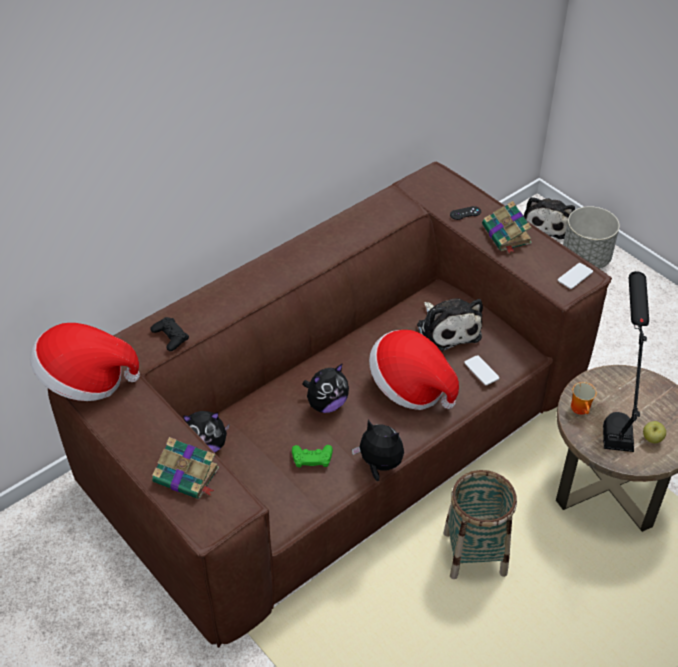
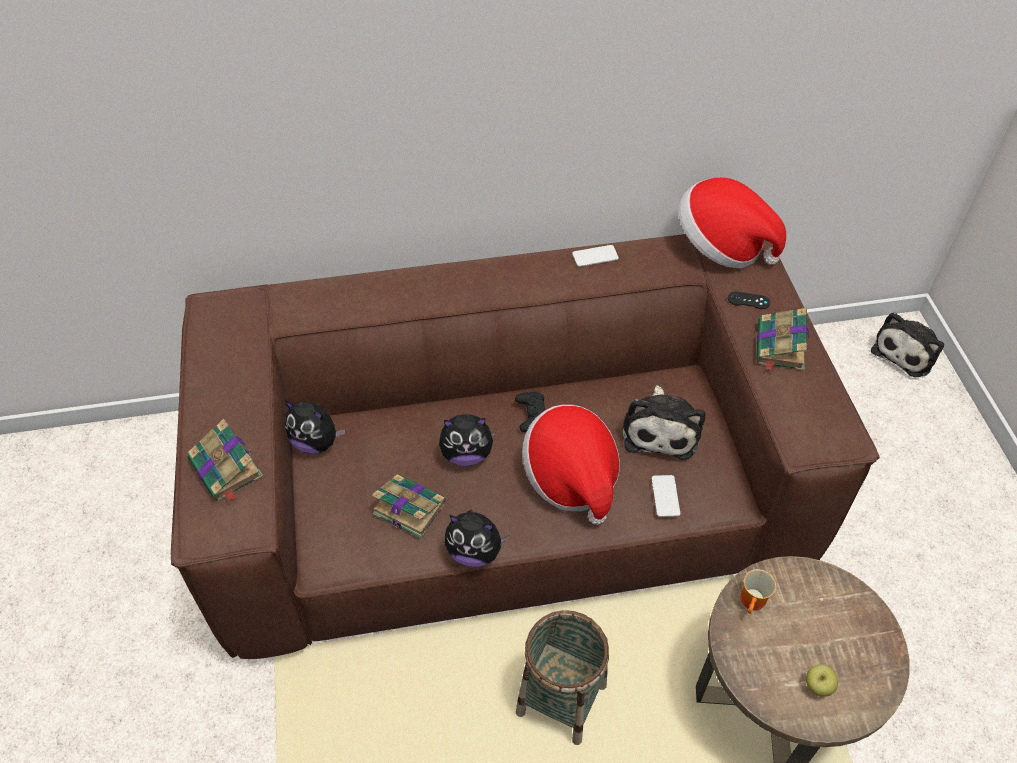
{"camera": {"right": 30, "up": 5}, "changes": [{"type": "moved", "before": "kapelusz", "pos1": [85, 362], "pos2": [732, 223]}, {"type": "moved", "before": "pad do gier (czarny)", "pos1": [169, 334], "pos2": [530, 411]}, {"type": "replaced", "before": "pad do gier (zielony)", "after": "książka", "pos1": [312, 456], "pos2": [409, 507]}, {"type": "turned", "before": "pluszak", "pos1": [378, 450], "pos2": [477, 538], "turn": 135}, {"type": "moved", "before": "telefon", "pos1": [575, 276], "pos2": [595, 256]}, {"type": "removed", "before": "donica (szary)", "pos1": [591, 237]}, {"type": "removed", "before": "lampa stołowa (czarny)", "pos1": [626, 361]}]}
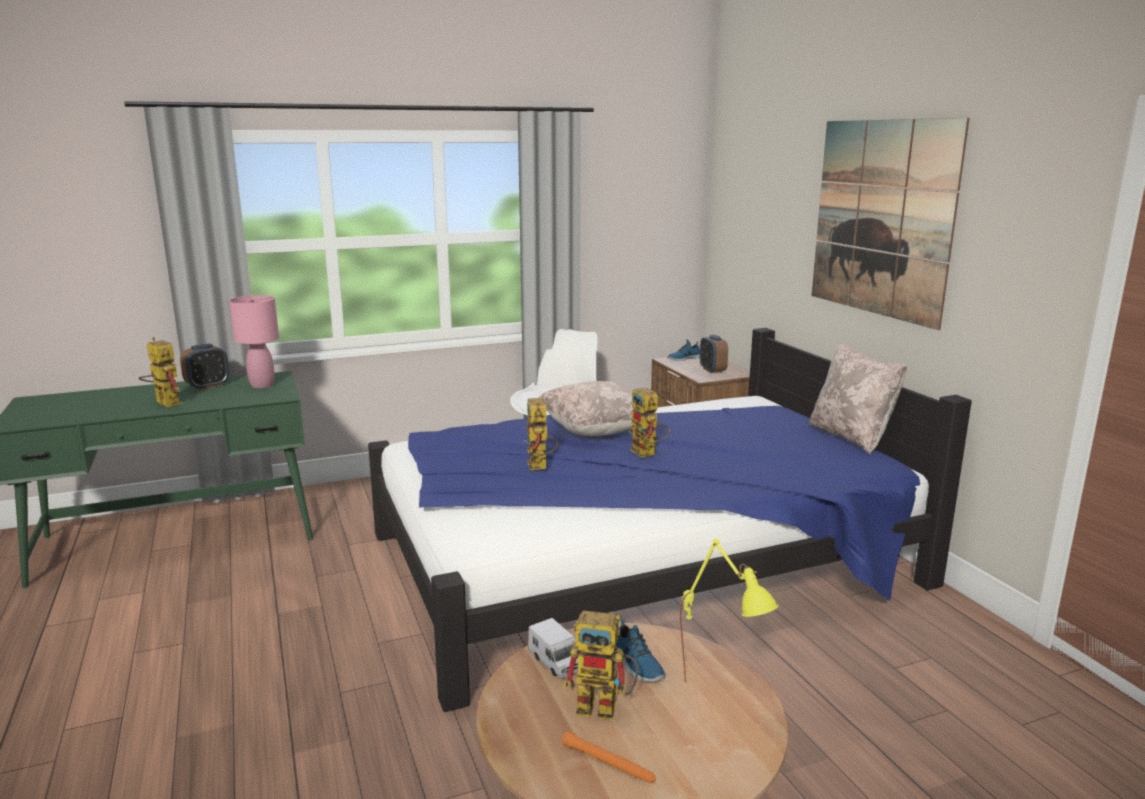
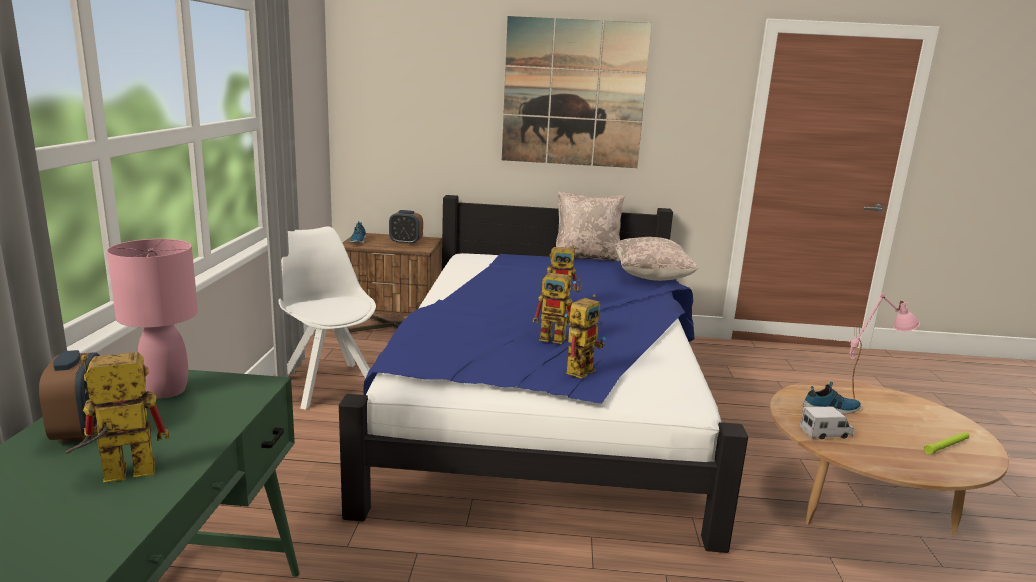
{"camera": {"right": -65, "up": 0}, "changes": [{"type": "moved", "before": "poduszka (beżowy)", "pos1": [596, 408], "pos2": [657, 259]}, {"type": "recoloured", "before": "latarka (pomarańczowy)", "after": "latarka (zielony)", "pos1": [609, 757], "pos2": [946, 443]}, {"type": "moved", "before": "robot zabawkowy", "pos1": [601, 665], "pos2": [586, 336]}, {"type": "recoloured", "before": "lampa stołowa (żółty)", "after": "lampa stołowa (różowy)", "pos1": [729, 610], "pos2": [885, 346]}]}
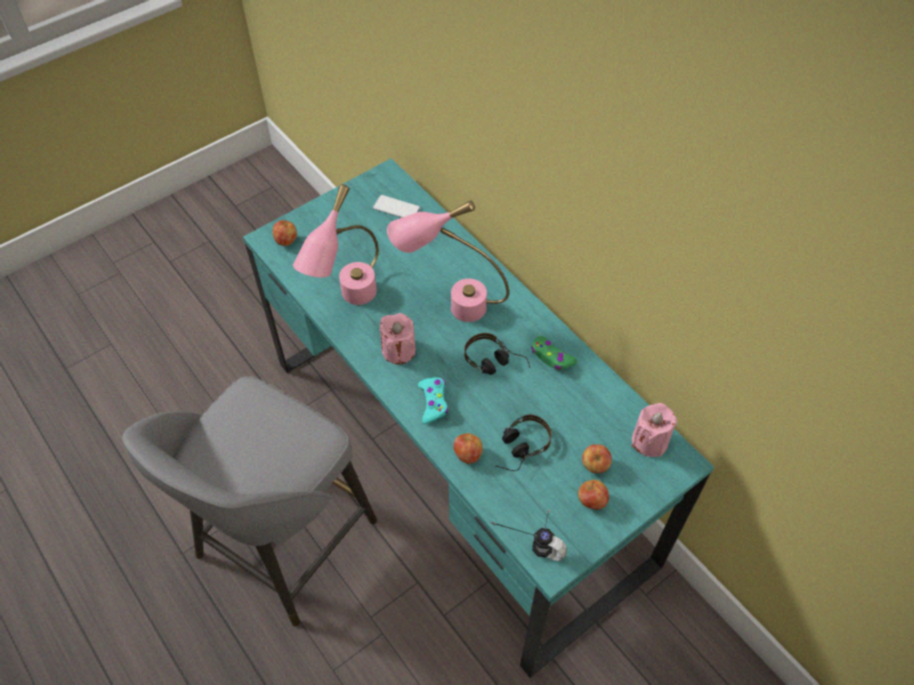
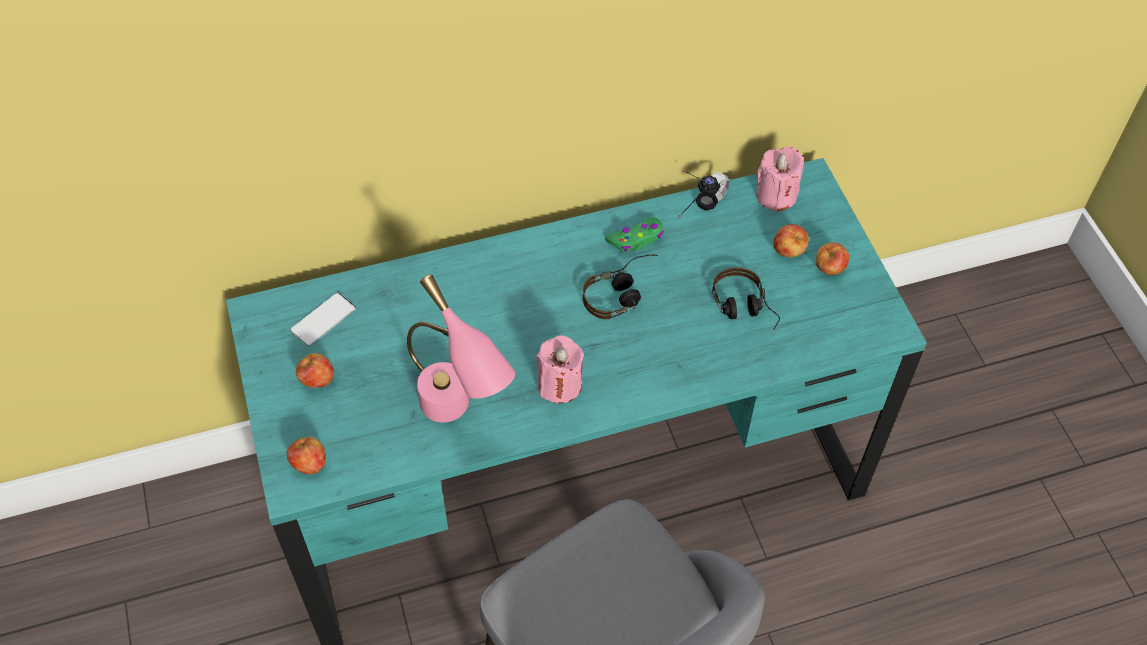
{"camera": {"right": -70, "up": 0}, "changes": [{"type": "removed", "before": "lampa stołowa (różowy)", "pos1": [448, 261]}, {"type": "removed", "before": "pad do gier (turkusowy)", "pos1": [433, 400]}, {"type": "moved", "before": "jabłko", "pos1": [468, 448], "pos2": [315, 370]}, {"type": "moved", "before": "słuchawki", "pos1": [529, 535], "pos2": [703, 194]}]}
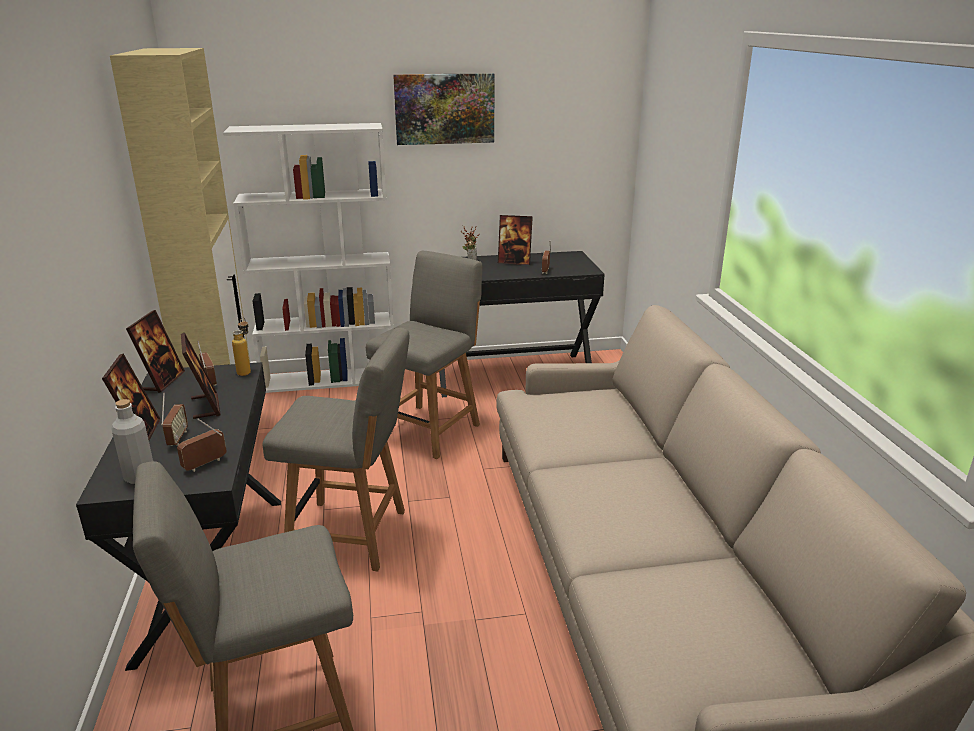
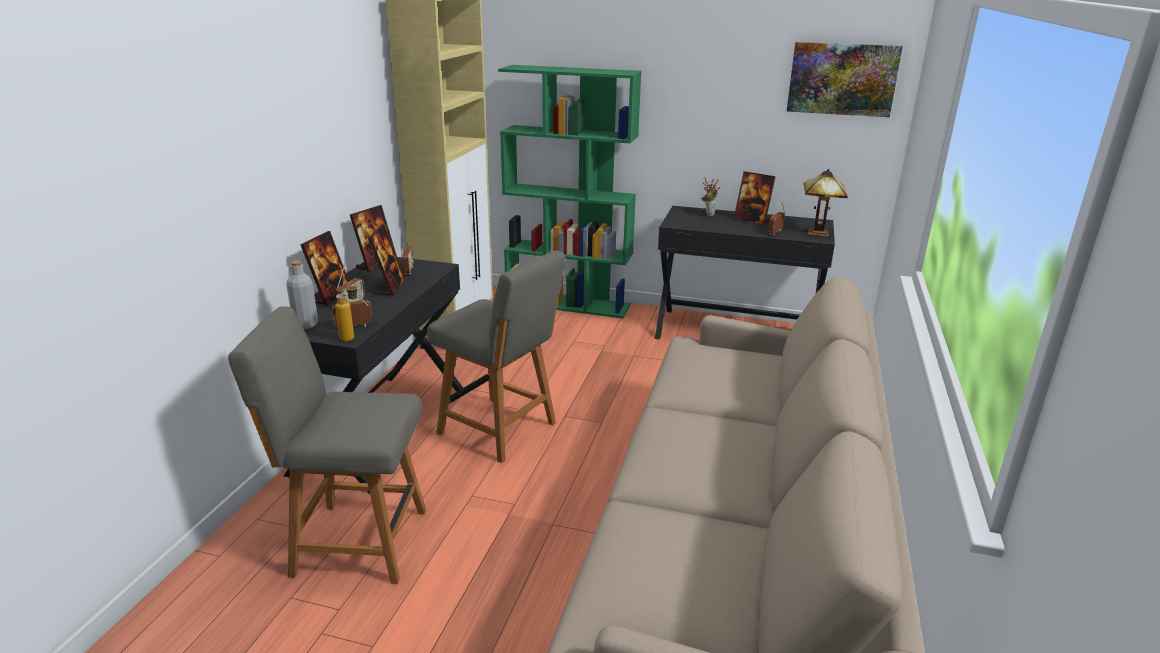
{"camera": {"right": 25, "up": 0}, "changes": [{"type": "recoloured", "before": "regał (biały)", "after": "regał (zielony)", "pos1": [308, 258], "pos2": [569, 192]}, {"type": "moved", "before": "butelka", "pos1": [241, 346], "pos2": [346, 311]}, {"type": "removed", "before": "krzesło (szary)", "pos1": [424, 355]}, {"type": "moved", "before": "obraz", "pos1": [444, 109], "pos2": [845, 79]}, {"type": "added", "after": "lampa stołowa", "pos2": [826, 203]}]}
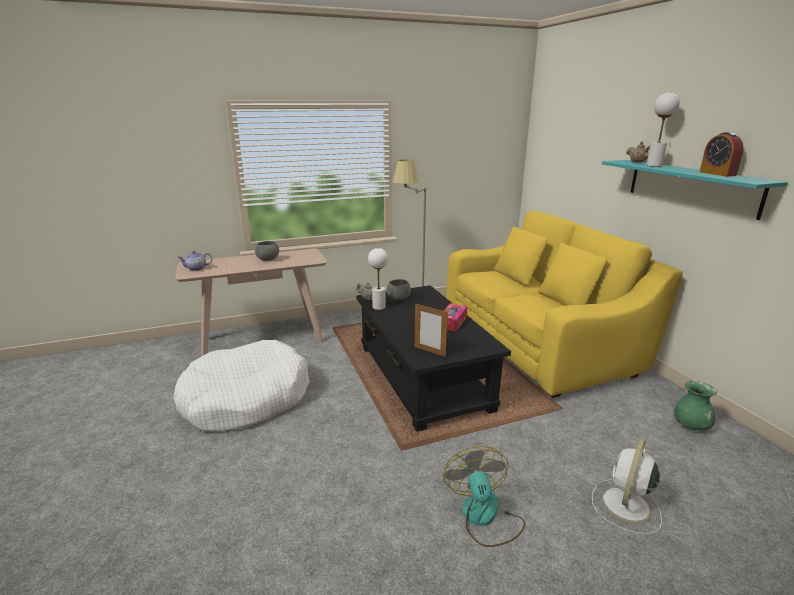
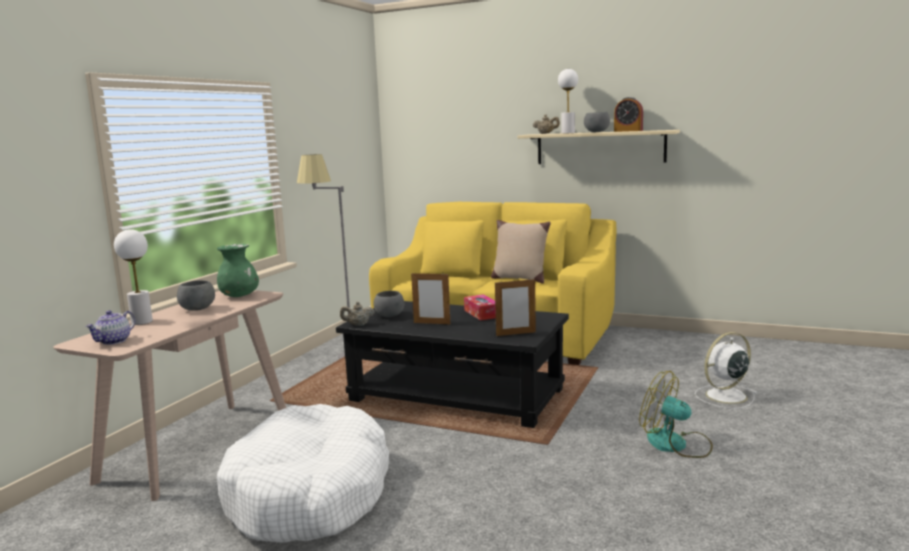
{"camera": {"right": -45, "up": -10}, "changes": [{"type": "moved", "before": "lampa stołowa (biały)", "pos1": [378, 279], "pos2": [133, 277]}, {"type": "turned", "before": "wentylator (biały)", "pos1": [627, 486], "pos2": [726, 370], "turn": 75}, {"type": "recoloured", "before": "półka (turkusowy)", "after": "półka (beżowy)", "pos1": [695, 190], "pos2": [599, 147]}, {"type": "moved", "before": "wazon (zielony)", "pos1": [695, 405], "pos2": [238, 270]}, {"type": "added", "after": "ramka na zdjęcie", "pos2": [430, 298]}, {"type": "added", "after": "poduszka (beżowy)", "pos2": [521, 252]}, {"type": "added", "after": "miska (szary)", "pos2": [597, 122]}]}
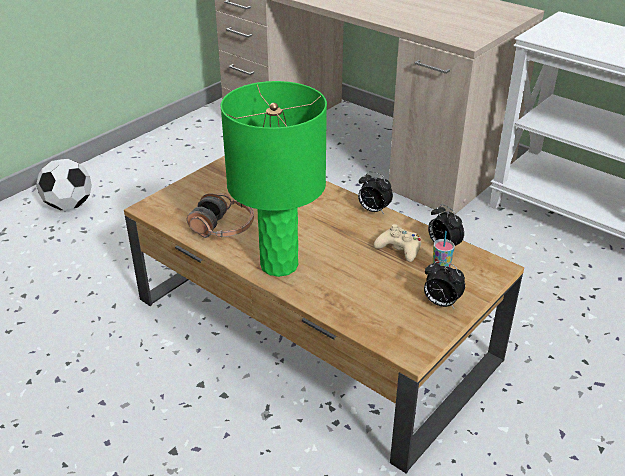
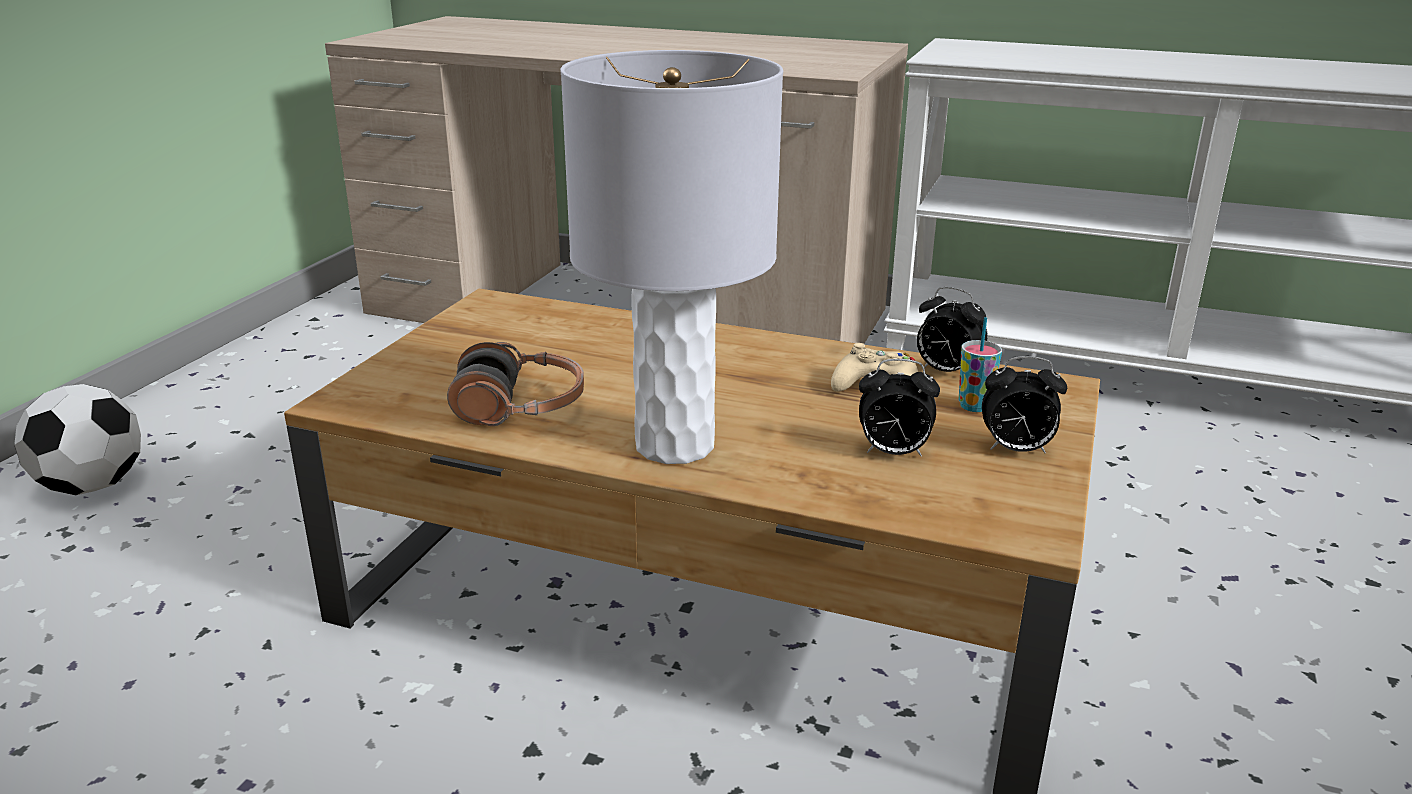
{"camera": {"right": -20, "up": -10}, "changes": [{"type": "recoloured", "before": "lampa stołowa (zielony)", "after": "lampa stołowa (szary)", "pos1": [274, 179], "pos2": [671, 257]}, {"type": "moved", "before": "budzik", "pos1": [375, 192], "pos2": [899, 408]}]}
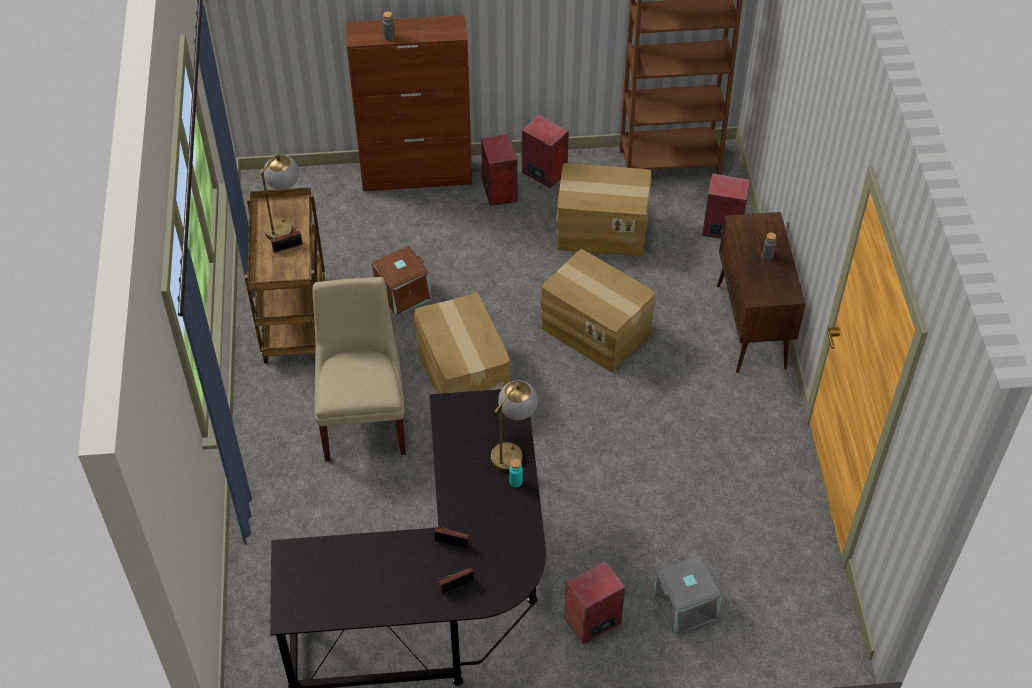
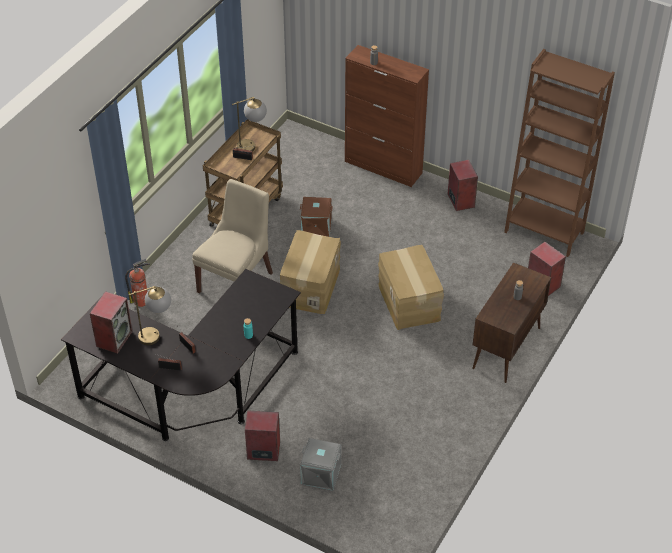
{"camera": {"right": 35, "up": -5}, "changes": [{"type": "moved", "before": "głośnik", "pos1": [499, 170], "pos2": [111, 322]}, {"type": "moved", "before": "lampa stołowa", "pos1": [514, 426], "pos2": [149, 315]}, {"type": "removed", "before": "karton", "pos1": [604, 210]}, {"type": "added", "after": "gaśnica", "pos2": [137, 283]}]}
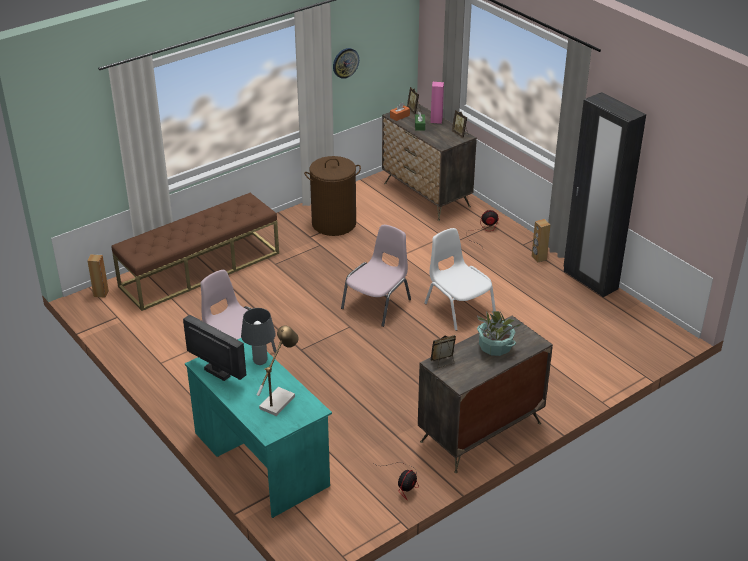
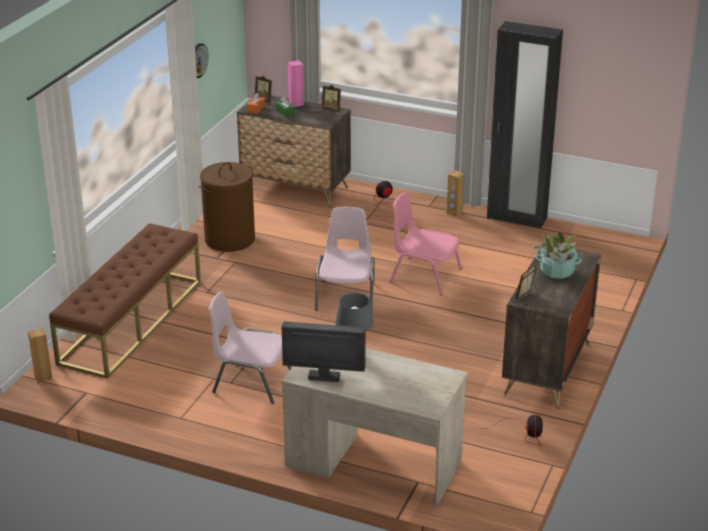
{"camera": {"right": -30, "up": -5}, "changes": [{"type": "recoloured", "before": "biurko (turkusowy)", "after": "biurko (beżowy)", "pos1": [258, 428], "pos2": [374, 427]}, {"type": "removed", "before": "lampa stołowa", "pos1": [278, 371]}, {"type": "recoloured", "before": "krzesło (biały)", "after": "krzesło (różowy)", "pos1": [460, 279], "pos2": [426, 243]}]}
